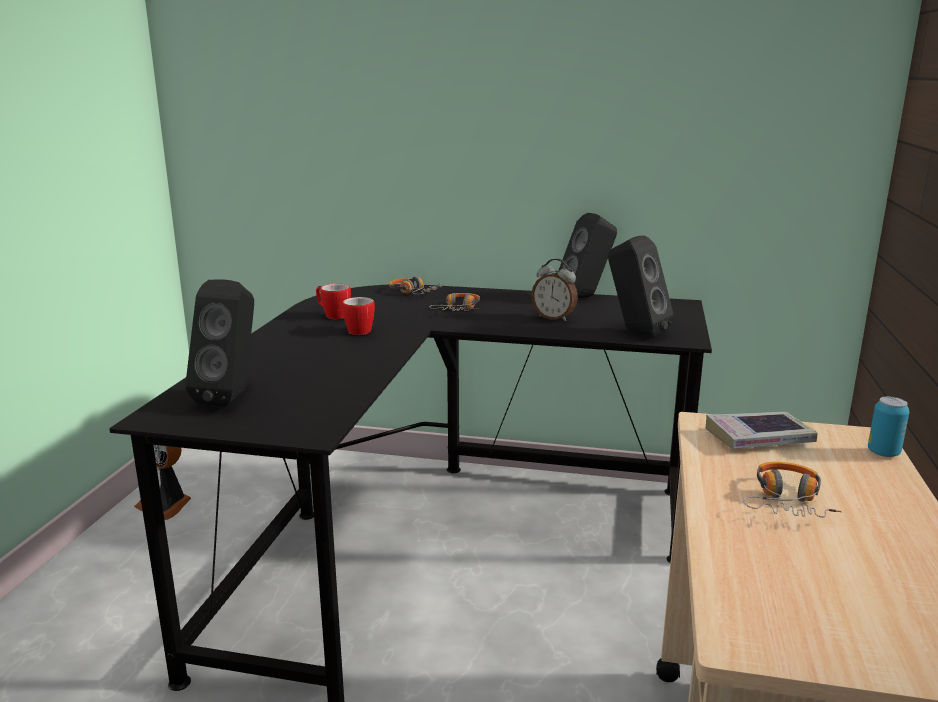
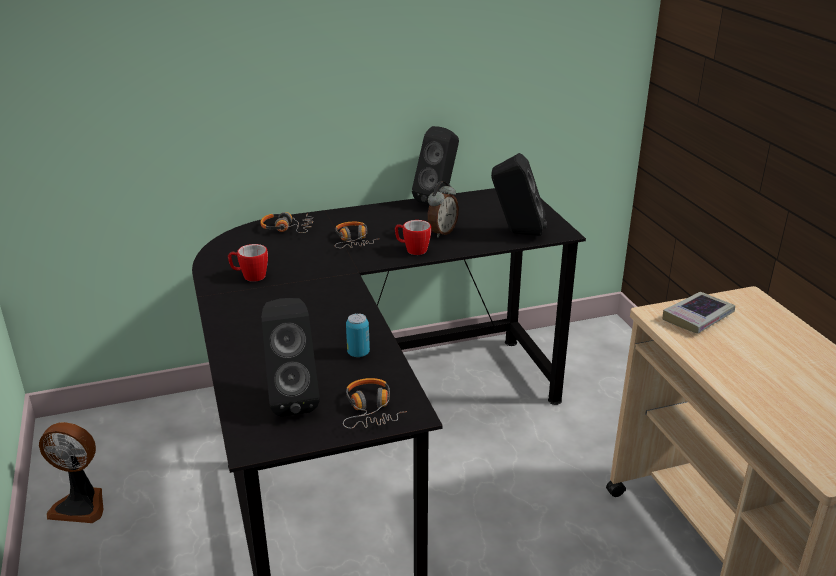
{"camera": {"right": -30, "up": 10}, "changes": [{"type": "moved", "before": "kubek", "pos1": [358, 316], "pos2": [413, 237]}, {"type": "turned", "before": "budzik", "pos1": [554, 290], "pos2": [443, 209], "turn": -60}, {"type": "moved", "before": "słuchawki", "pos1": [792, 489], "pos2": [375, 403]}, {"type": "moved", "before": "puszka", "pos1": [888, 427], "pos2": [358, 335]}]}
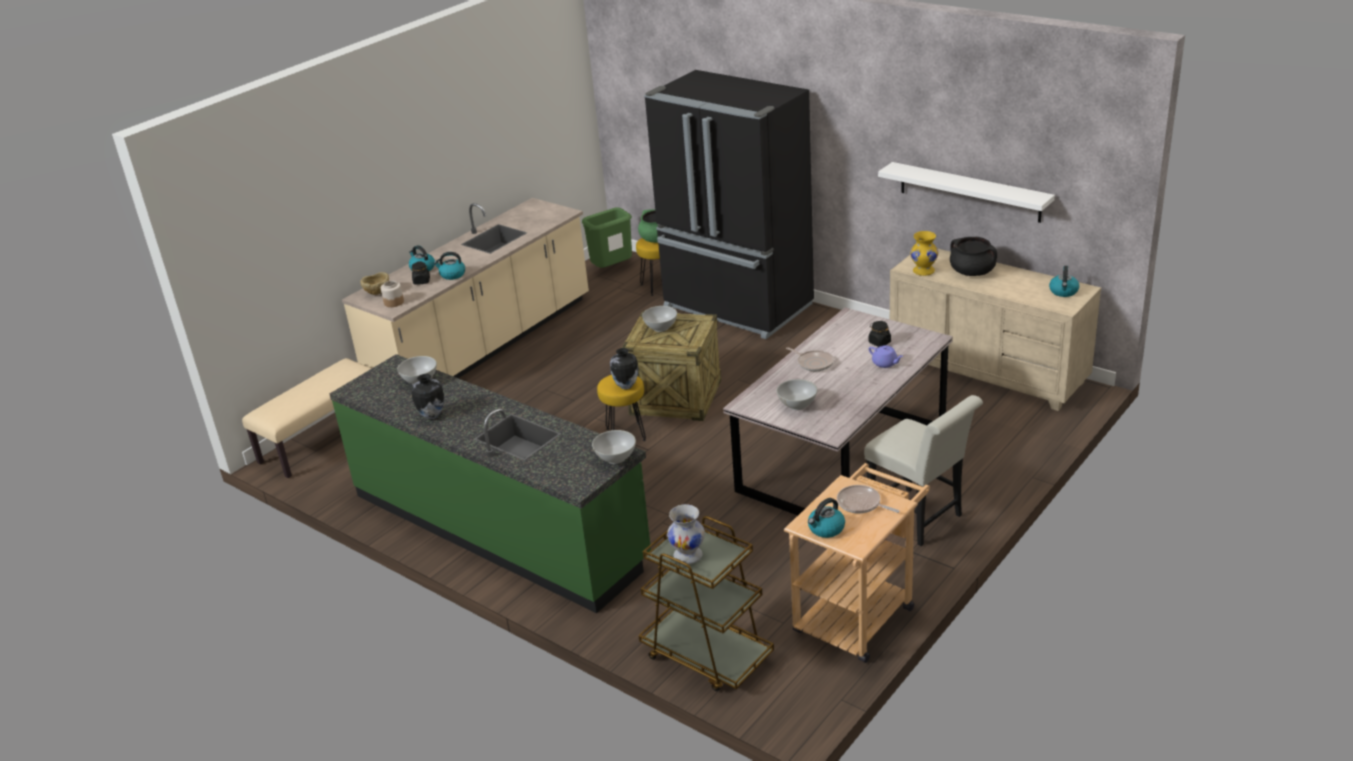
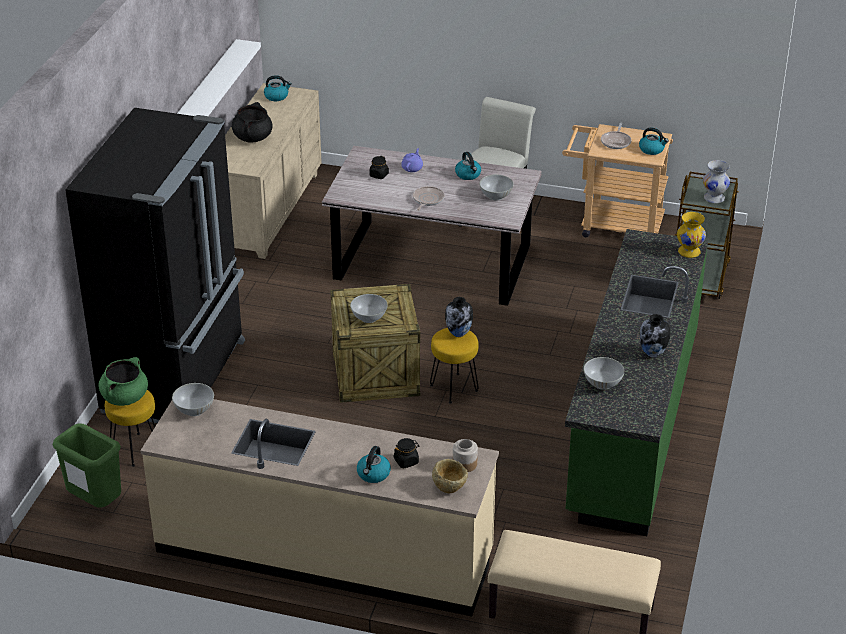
{"camera": {"right": -115, "up": 5}, "changes": [{"type": "moved", "before": "czajnik", "pos1": [449, 266], "pos2": [468, 166]}, {"type": "moved", "before": "miska (biały)", "pos1": [614, 447], "pos2": [193, 399]}, {"type": "moved", "before": "wazon (żółty)", "pos1": [924, 253], "pos2": [691, 235]}]}
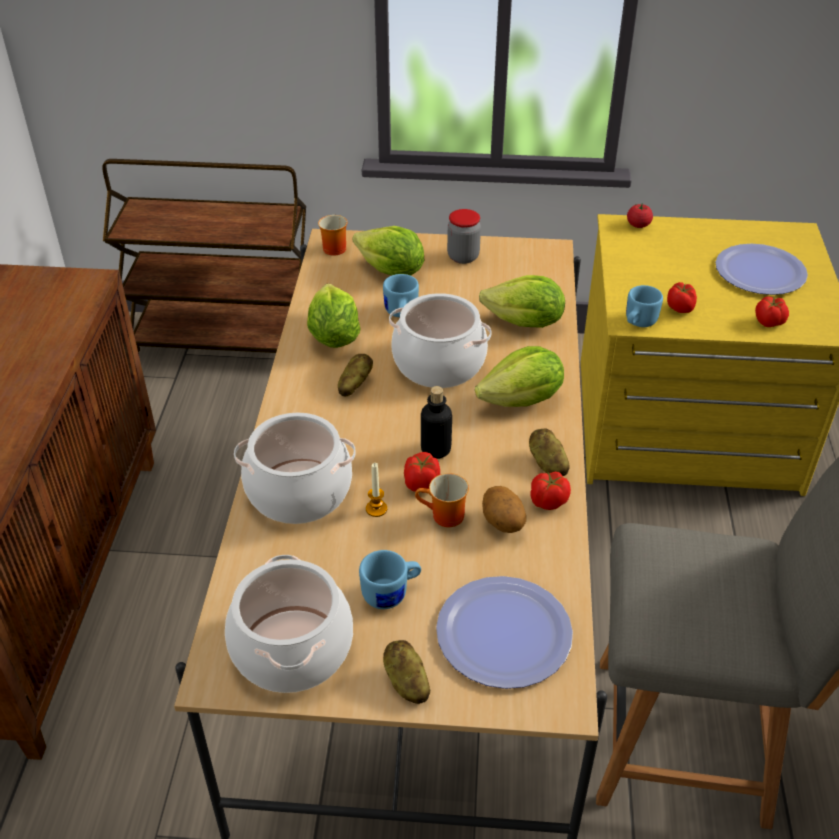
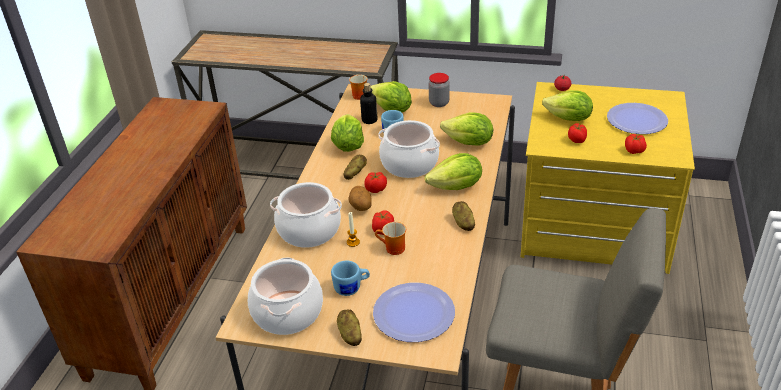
{"camera": {"right": 10, "up": -5}, "changes": [{"type": "replaced", "before": "wózek (brązowy)", "after": "stolik konsolowy", "pos1": [204, 256], "pos2": [285, 105]}, {"type": "moved", "before": "butelka", "pos1": [436, 422], "pos2": [368, 103]}, {"type": "moved", "before": "ziemniak", "pos1": [504, 509], "pos2": [360, 198]}, {"type": "moved", "before": "pomidor", "pos1": [550, 490], "pos2": [375, 182]}, {"type": "removed", "before": "kubek (niebieski)", "pos1": [644, 306]}, {"type": "added", "after": "sałata", "pos2": [567, 105]}]}
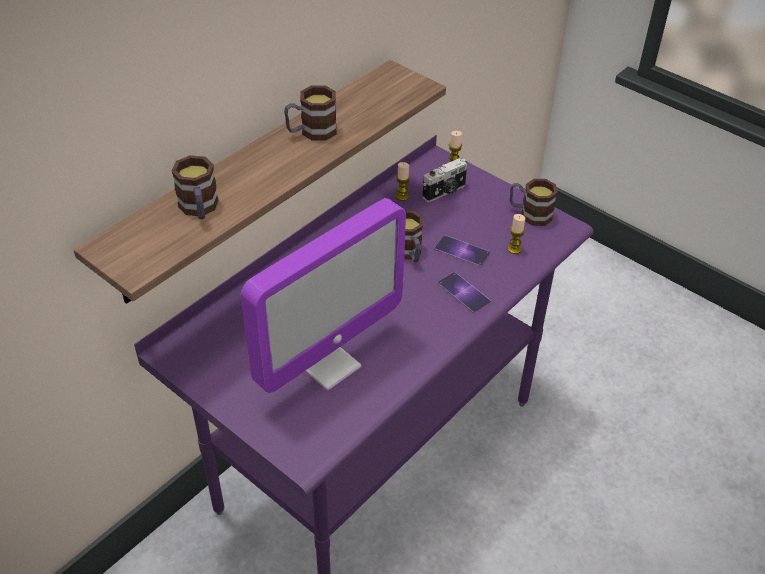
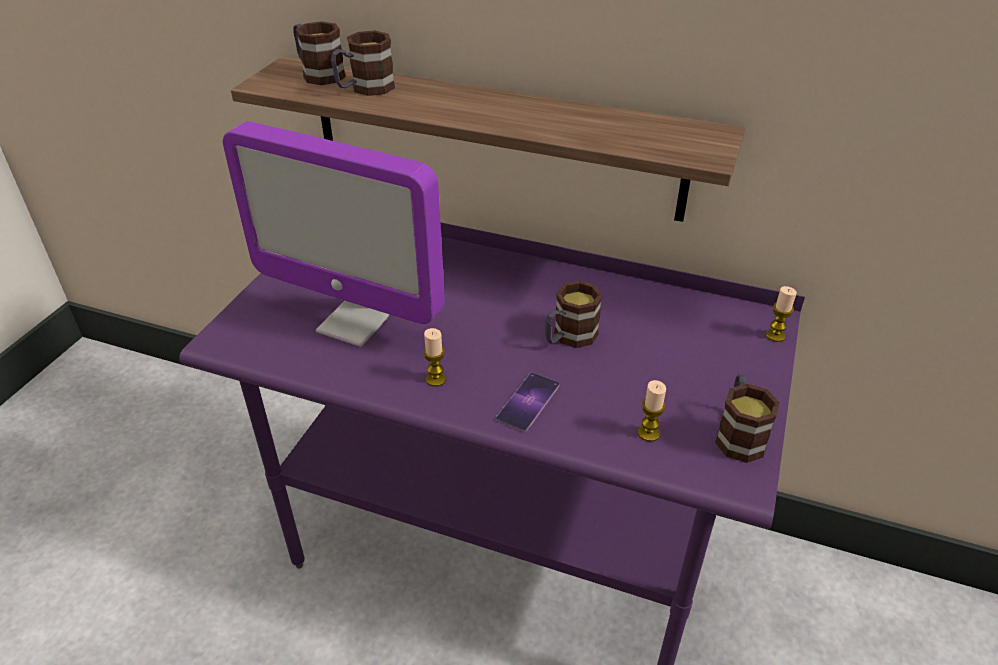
{"camera": {"right": 70, "up": -5}, "changes": [{"type": "moved", "before": "kubek", "pos1": [310, 113], "pos2": [319, 53]}, {"type": "moved", "before": "świeca", "pos1": [403, 181], "pos2": [434, 357]}, {"type": "removed", "before": "aparat fotograficzny", "pos1": [444, 180]}, {"type": "removed", "before": "telefon", "pos1": [463, 251]}]}
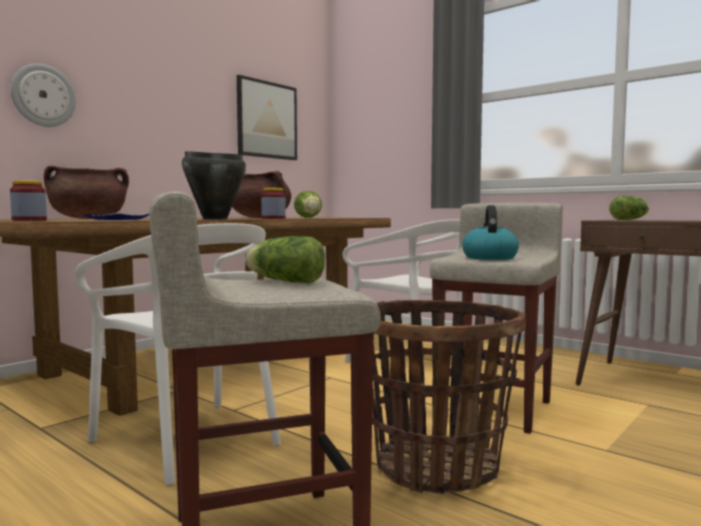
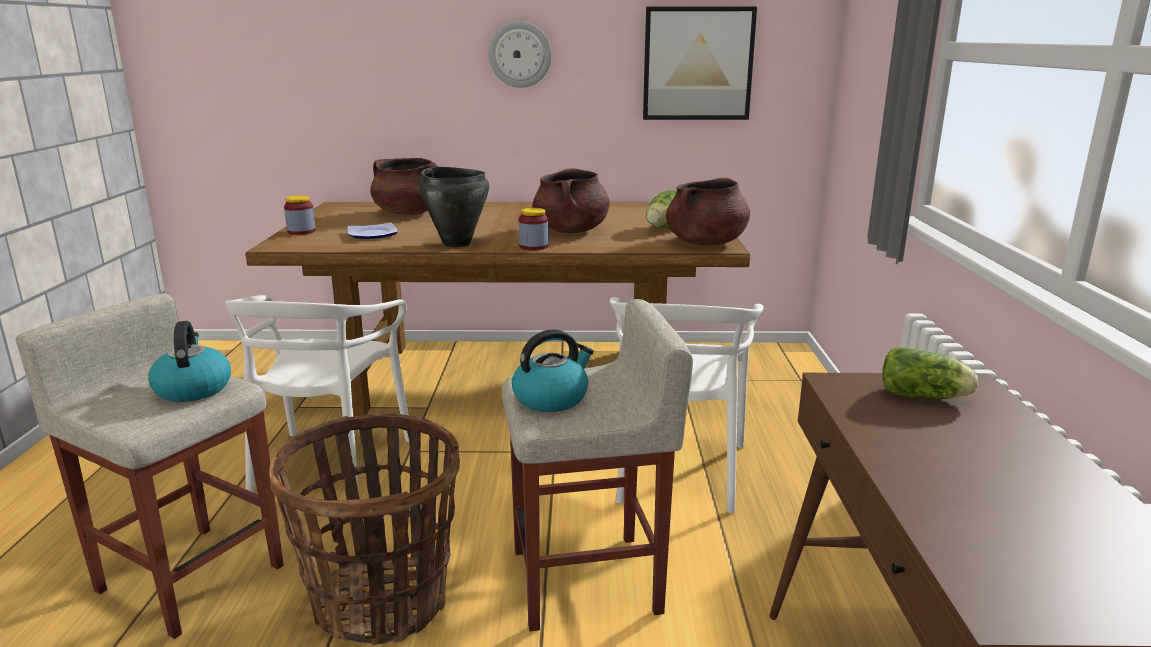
{"camera": {"right": 50, "up": 15}, "changes": [{"type": "moved", "before": "zegar ścienny", "pos1": [43, 95], "pos2": [520, 54]}, {"type": "replaced", "before": "sałata", "after": "czajnik", "pos1": [285, 259], "pos2": [189, 361]}, {"type": "added", "after": "garnek (brązowy)", "pos2": [708, 212]}]}
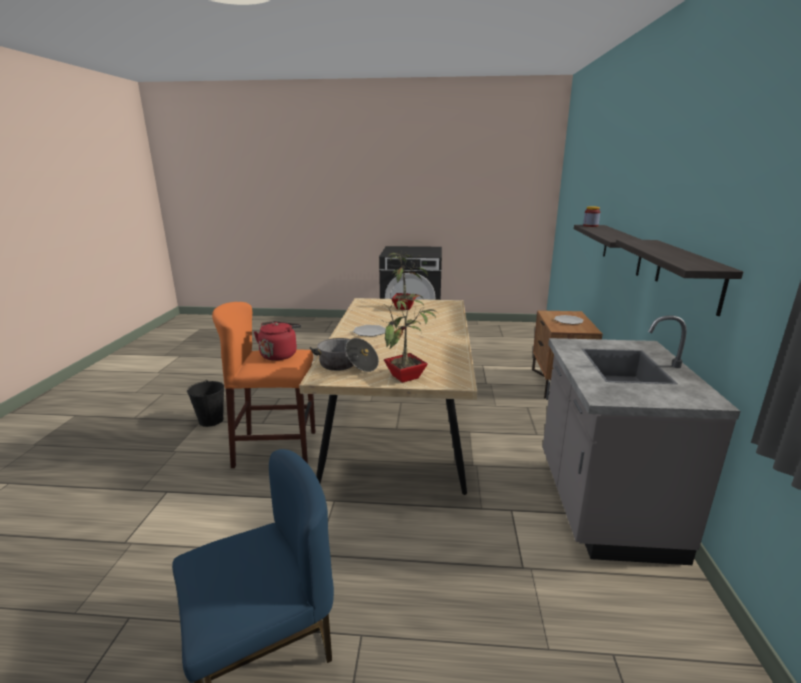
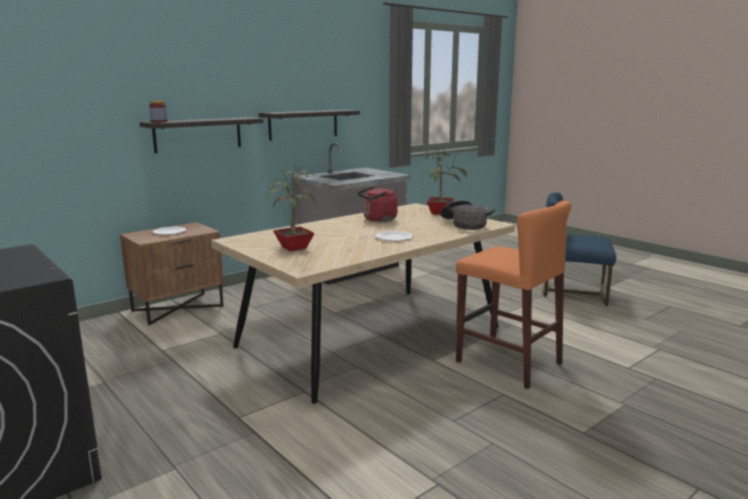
{"camera": {"right": -135, "up": -5}, "changes": [{"type": "removed", "before": "wiadro (czarny)", "pos1": [205, 403]}, {"type": "moved", "before": "czajnik (czerwony)", "pos1": [277, 341], "pos2": [377, 204]}]}
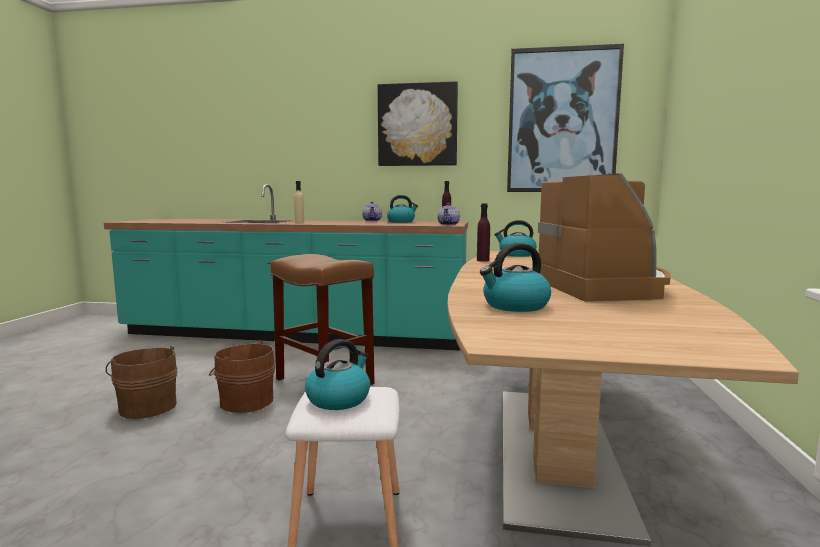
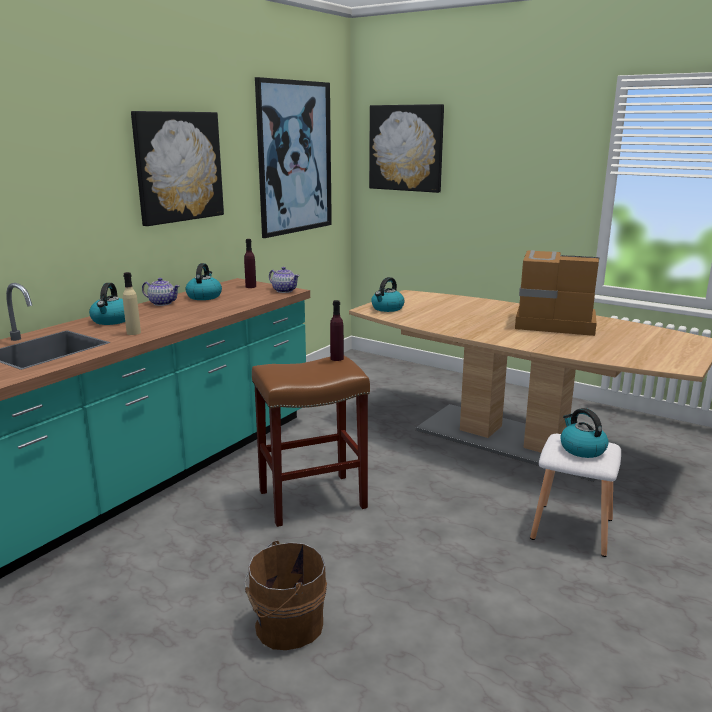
{"camera": {"right": -65, "up": 10}, "changes": [{"type": "removed", "before": "wiadro (brązowy)", "pos1": [242, 377]}, {"type": "moved", "before": "butelka (fioletowy)", "pos1": [483, 232], "pos2": [337, 330]}, {"type": "moved", "before": "czajnik", "pos1": [515, 277], "pos2": [107, 304]}, {"type": "added", "after": "obraz", "pos2": [406, 148]}]}
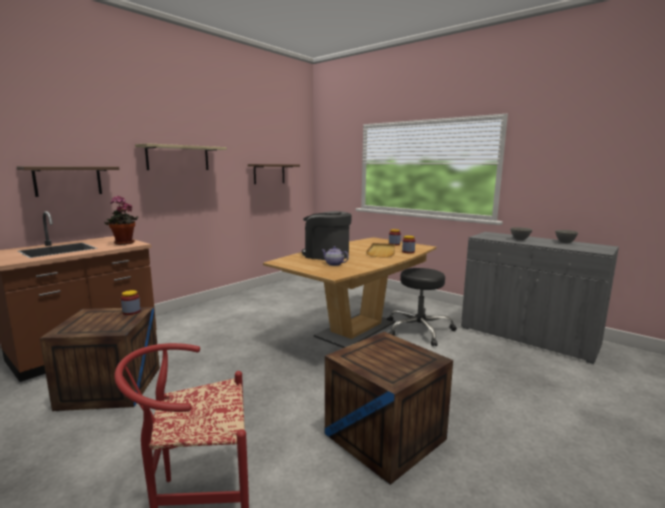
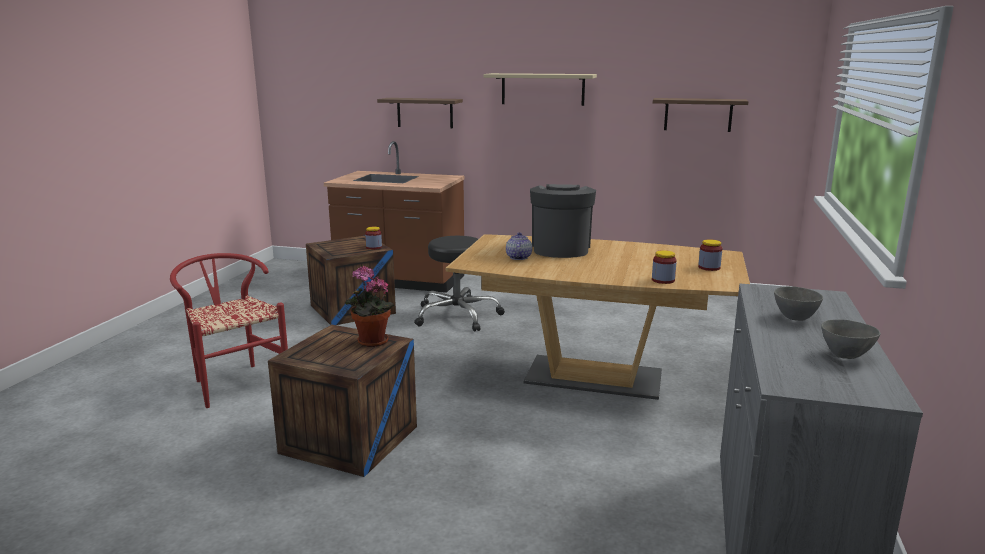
{"camera": {"right": 65, "up": 5}, "changes": [{"type": "moved", "before": "roślina doniczkowa", "pos1": [121, 220], "pos2": [369, 306]}, {"type": "removed", "before": "taca (beżowy)", "pos1": [380, 250]}, {"type": "moved", "before": "stołek (czarny)", "pos1": [422, 307], "pos2": [459, 284]}]}
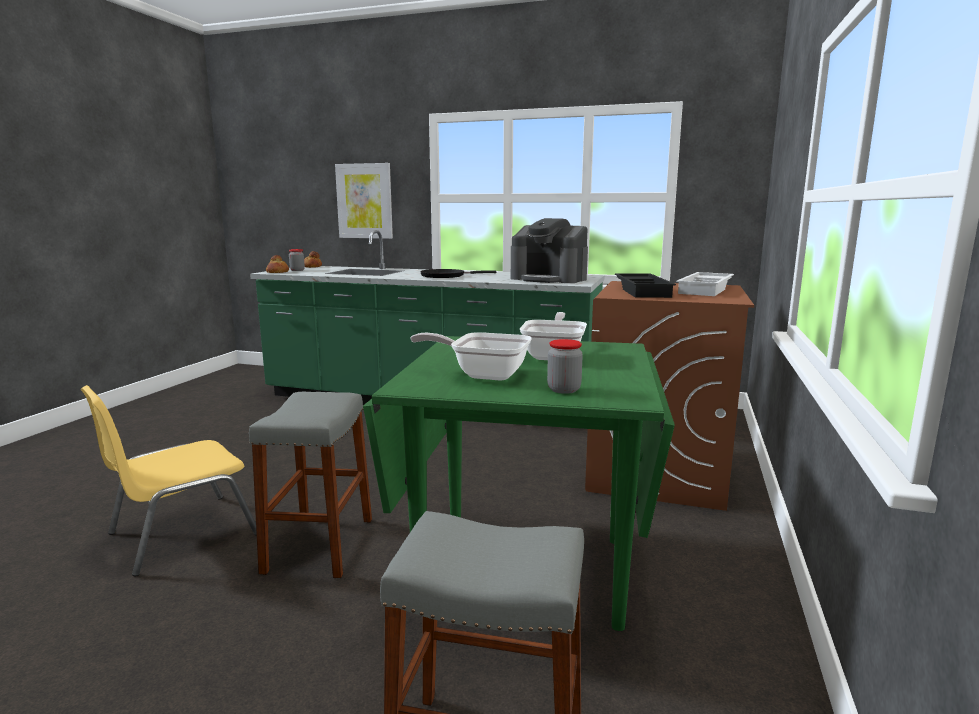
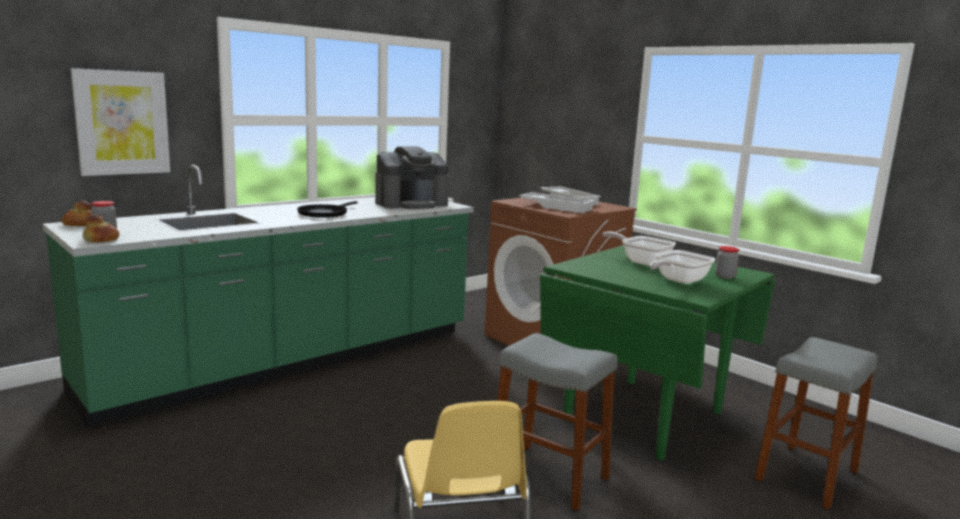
{"camera": {"right": -60, "up": 0}, "changes": [{"type": "recoloured", "before": "taca (czarny)", "after": "taca (biały)", "pos1": [645, 285], "pos2": [557, 202]}]}
